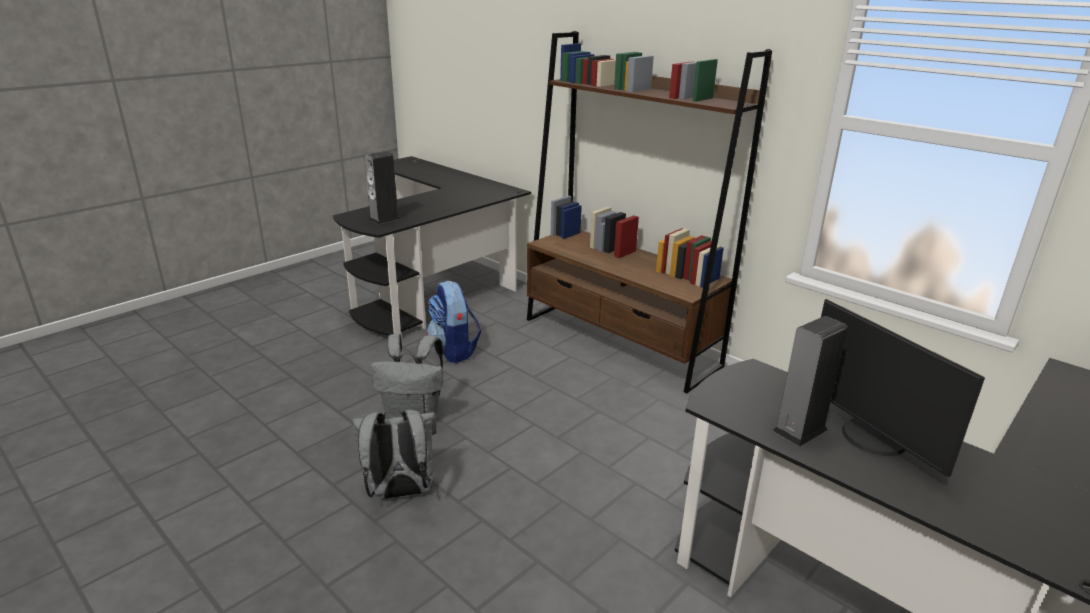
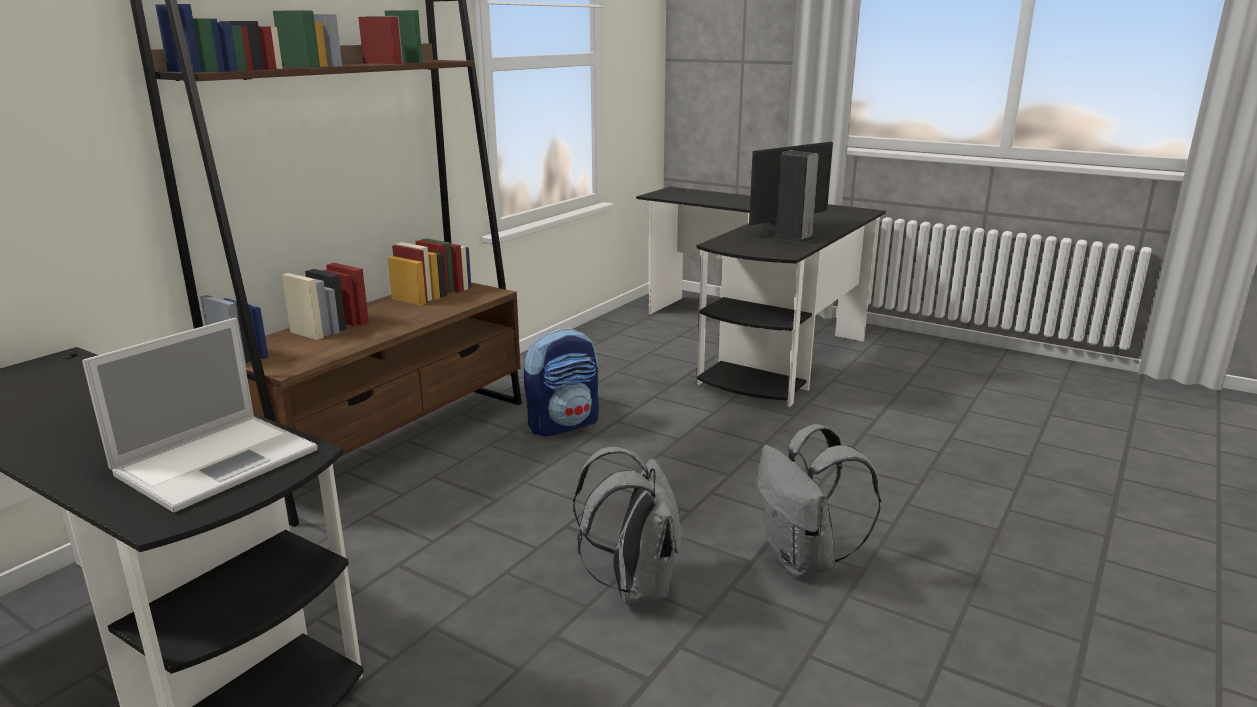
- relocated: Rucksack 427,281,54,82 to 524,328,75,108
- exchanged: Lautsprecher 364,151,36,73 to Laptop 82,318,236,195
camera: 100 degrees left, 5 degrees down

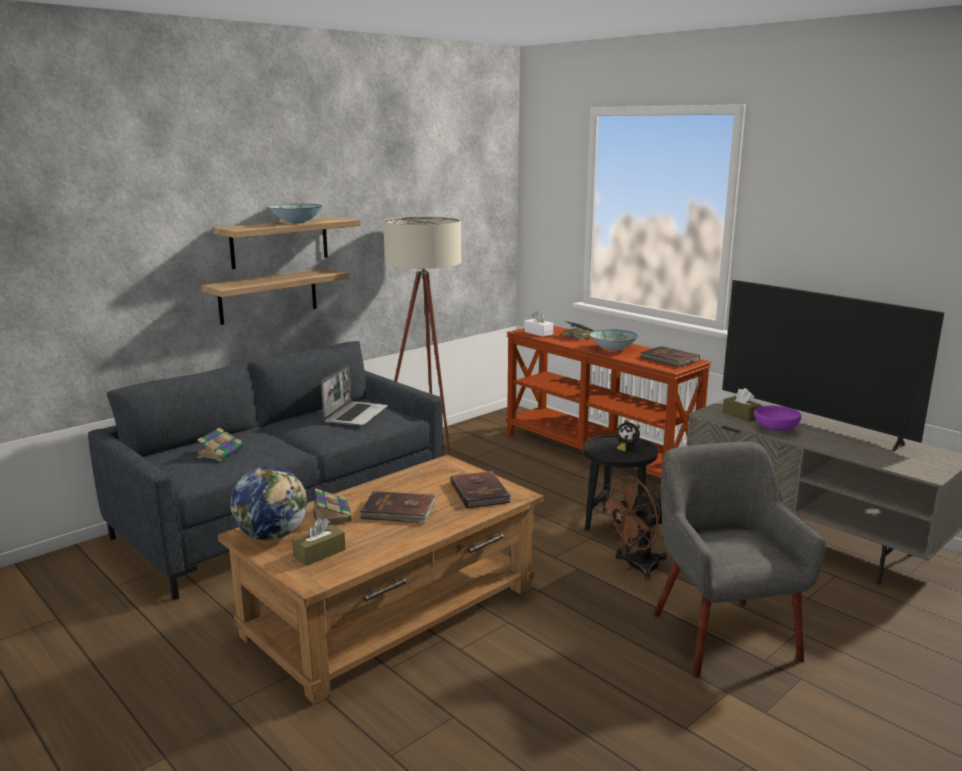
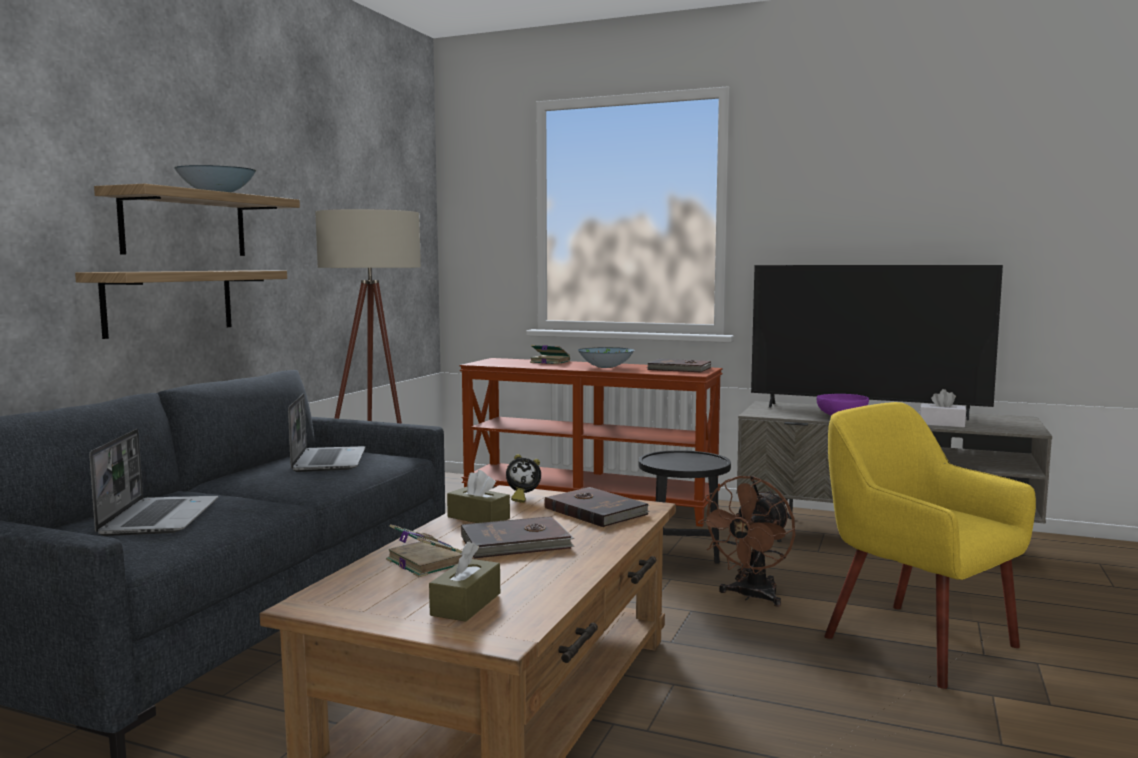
- missing: Globus 231,466,76,75
- relocated: Taschentuchbox (weiß) 524,311,29,26 to 920,389,46,38
- relocated: Wecker 616,420,24,32 to 506,454,35,49
- relocated: Taschentuchbox (braun) 723,388,39,34 to 447,470,63,53
- exchanged: Buch 197,428,46,33 to Laptop 89,429,129,107
- colour: Sessel (grau) 653,442,173,236 to Sessel (gelb) 824,402,212,287
camera: 25 degrees left, 10 degrees down

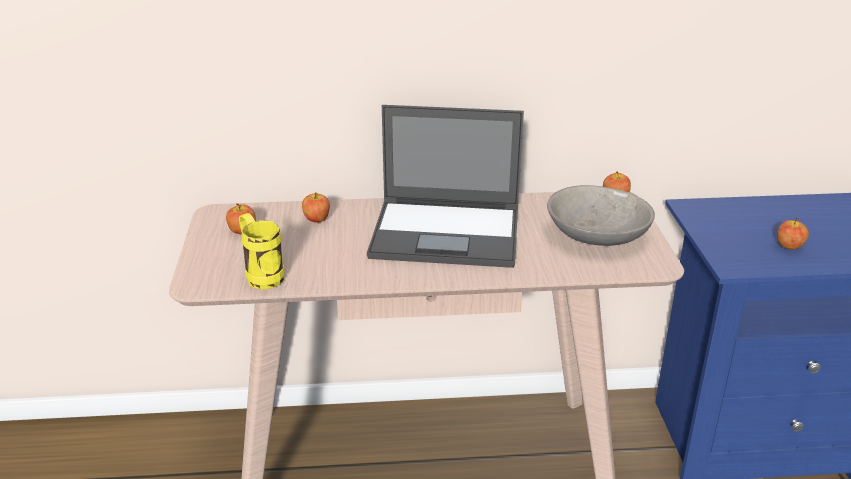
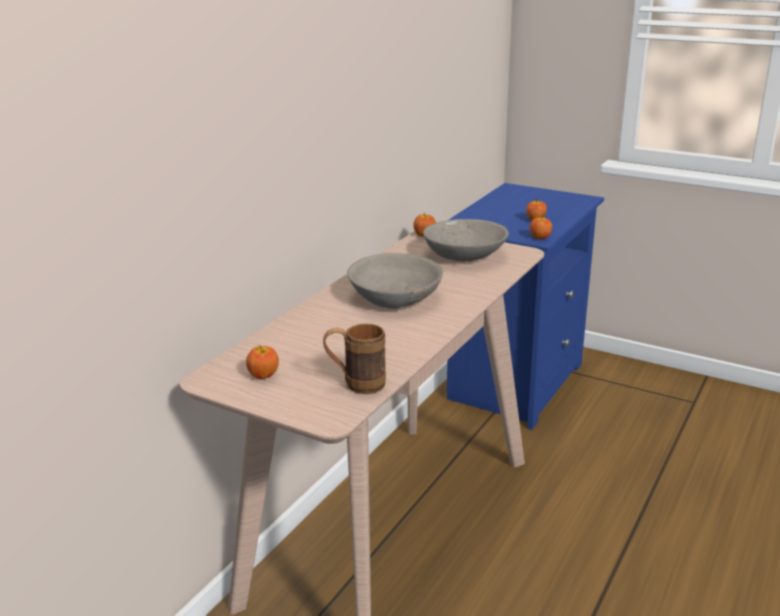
- relocated: Apfel 302,192,28,31 to 530,214,22,25
- exchanged: Laptop 367,105,157,163 to Schüssel (grau) 347,253,96,56
- colour: Henkelbecher (gelb) 239,213,45,76 to Henkelbecher (braun) 323,324,63,70
camera: 55 degrees left, 5 degrees down

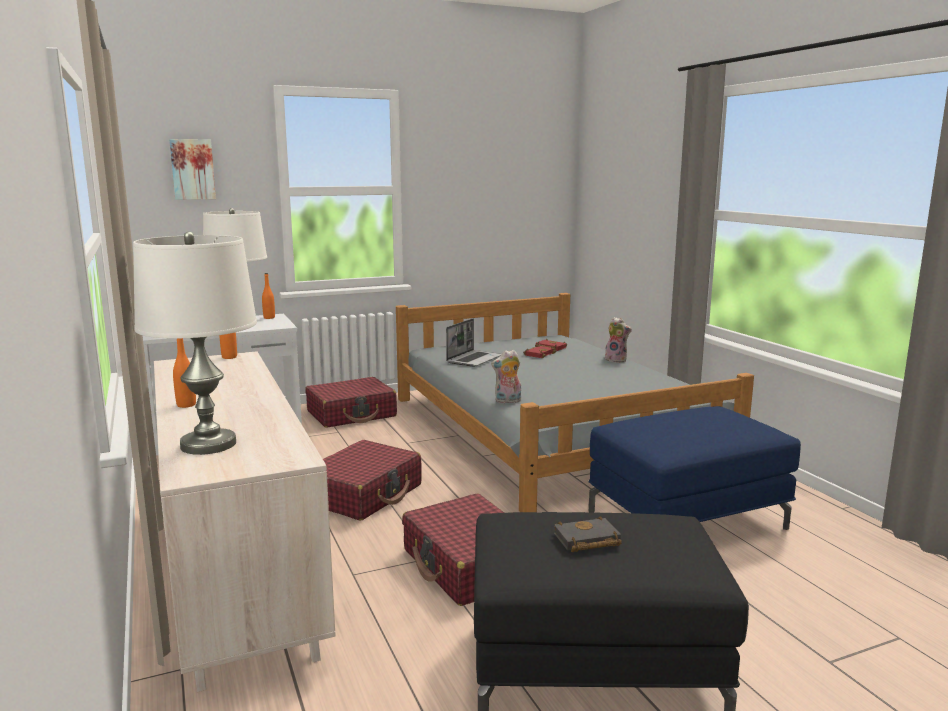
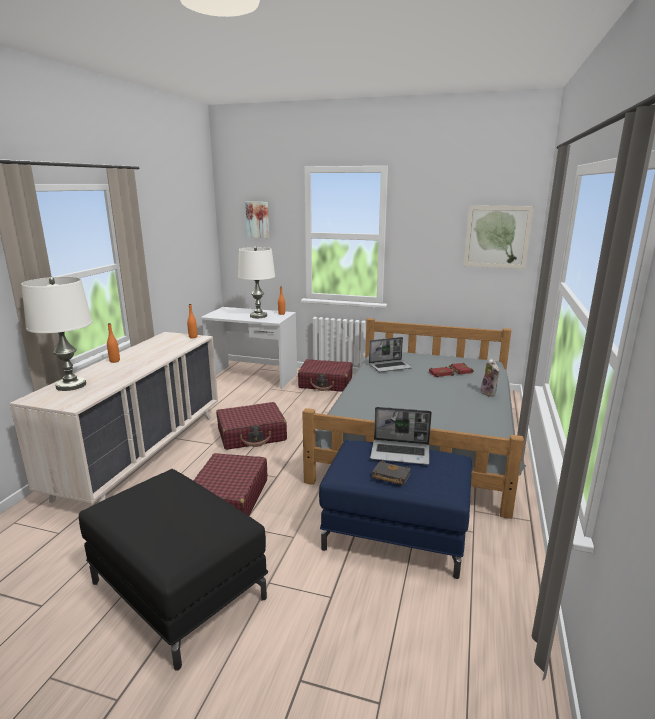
- missing: Plüschtier 491,350,30,53
- appeared: Laptop 370,407,62,58
- appeared: Bild 464,205,70,64
- relocated: Buch (schwarz) 554,516,68,36 to 372,461,39,24
camera: 40 degrees right, 5 degrees up

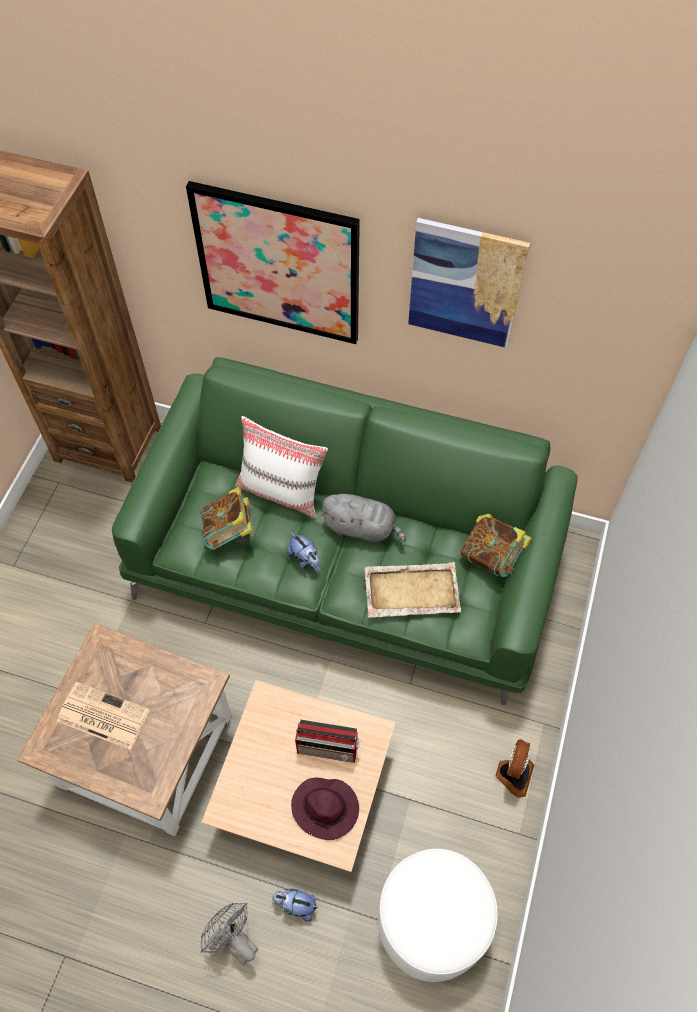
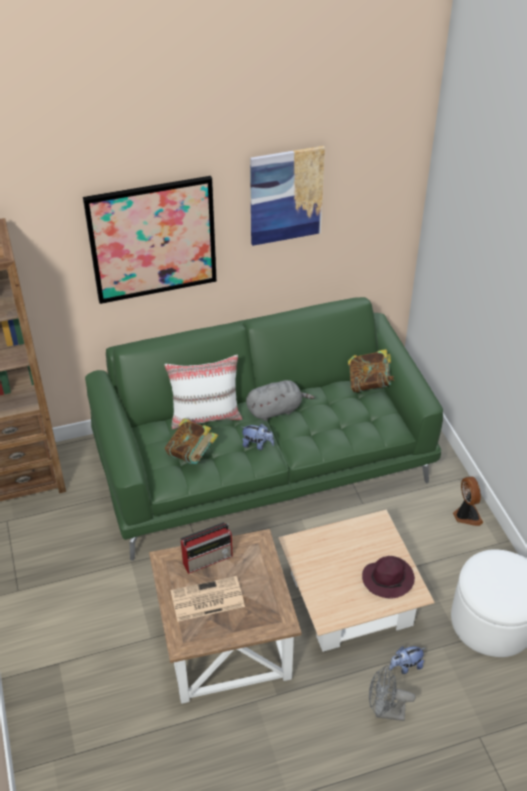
- missing: Tablett (beige) 364,562,97,56
- relocated: Radio 295,720,65,43 to 181,522,52,52
camera: 35 degrees left, 15 degrees down

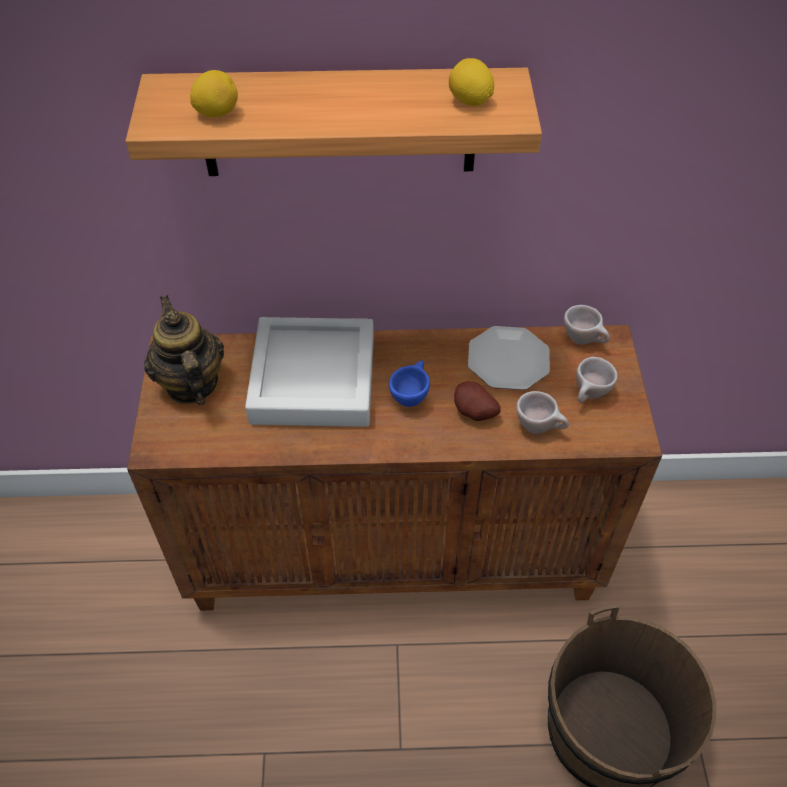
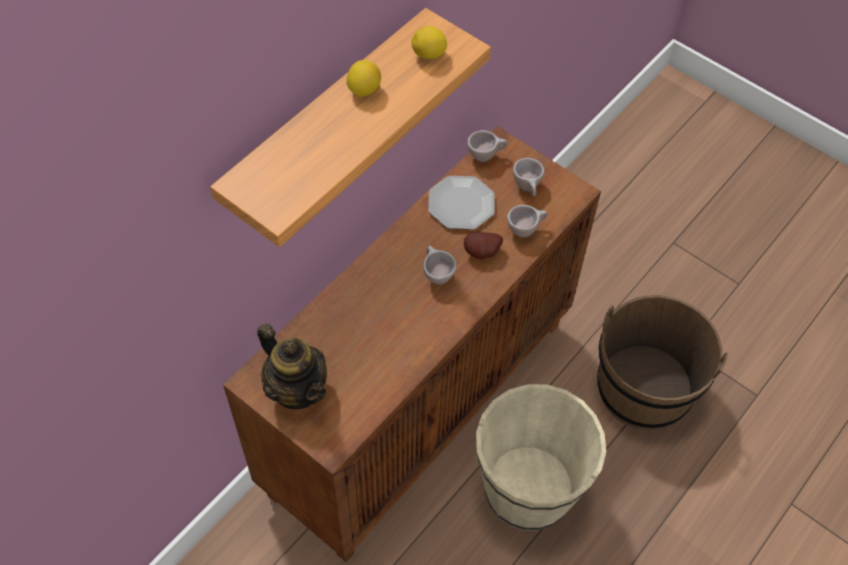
- missing: Tablett (grau) 245,317,129,110
- appeared: Eimer (beige) 476,384,130,146
- relocated: Zitrone 190,70,48,47 to 346,60,35,37
- colour: Tasse (blau) 389,361,41,46 to Tasse (beige) 423,246,34,38
- spun: Teekanne 144,295,80,111 = 257,323,70,86 150 degrees counterclockwise
camera: 50 degrees left, 5 degrees up

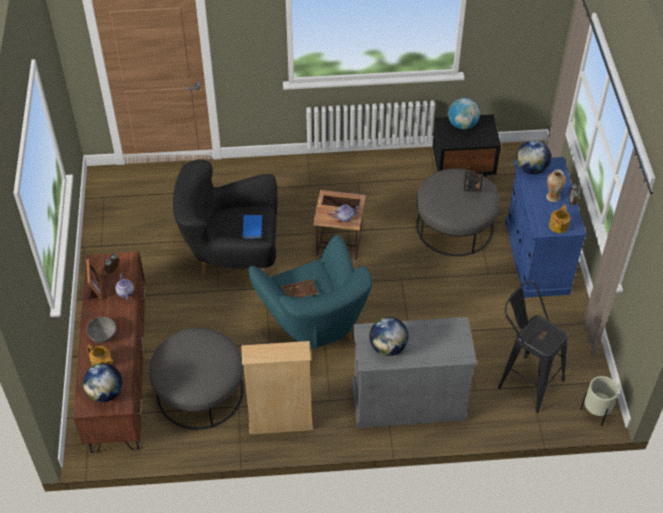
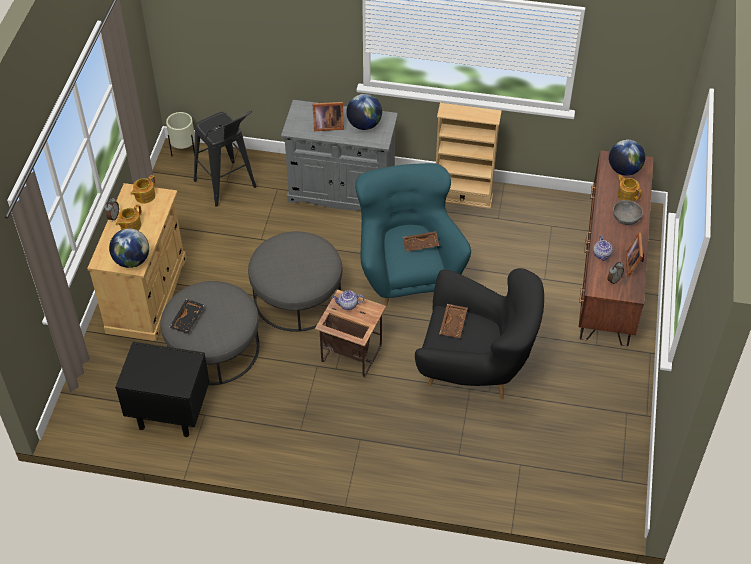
- missing: Globus 448,98,32,32
- appeared: Bilderrahmen 313,102,31,29
- relocated: Polsterhocker (grau) 149,328,95,102 to 248,231,94,101
- exchanged: Buch (blau) 243,215,19,24 to Tablett (braun) 439,304,29,34
- exchanged: Vase 546,169,20,33 to Teekanne 116,204,26,26
- colour: Schrank (blau) 505,157,81,141 to Schrank (beige) 87,183,100,158
camera: 165 degrees left, 0 degrees up

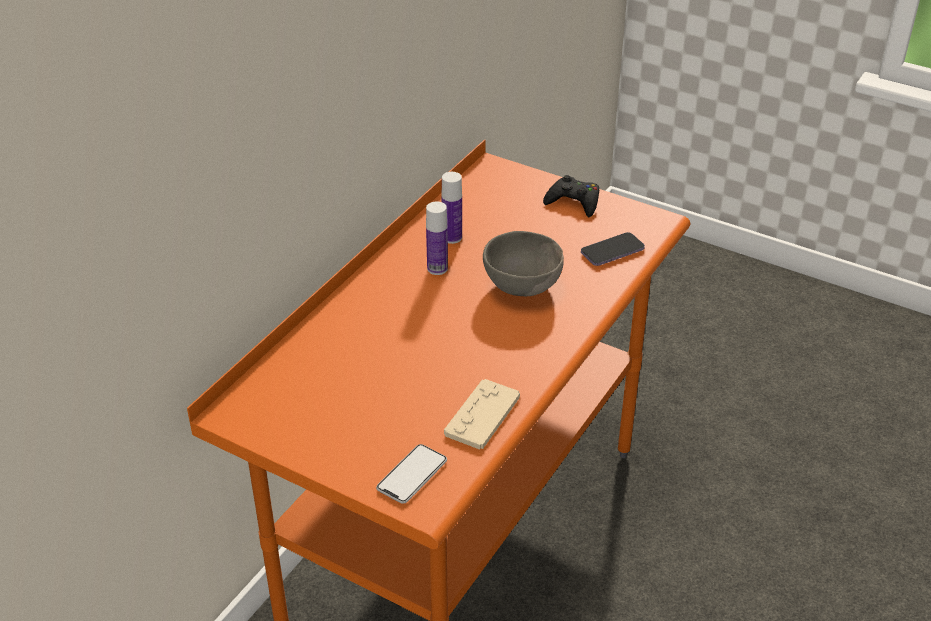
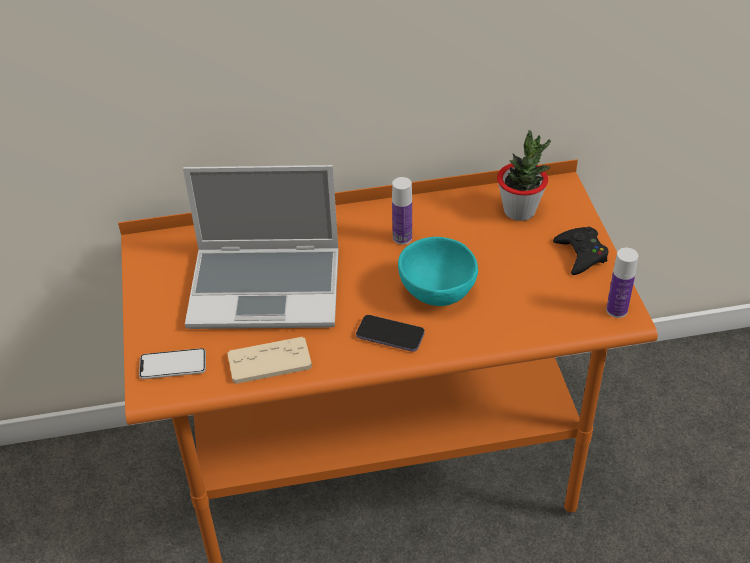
- appeared: Laptop 183,165,156,164
- appeared: Topfpflanze 497,130,54,91
- relocated: Flasche 442,172,20,72 to 606,248,32,70
- relocated: Handy 581,232,64,34 to 356,315,69,37
- colour: Schüssel (grau) 483,231,81,65 to Schüssel (türkis) 398,237,80,69
camera: 50 degrees right, 5 degrees up

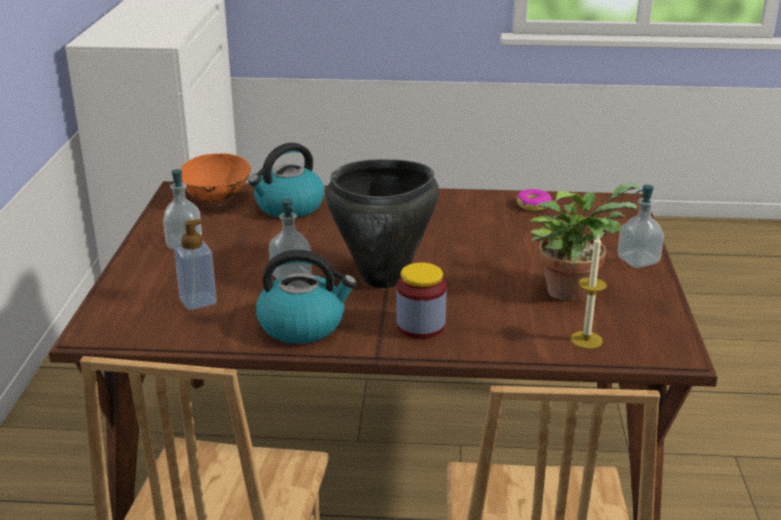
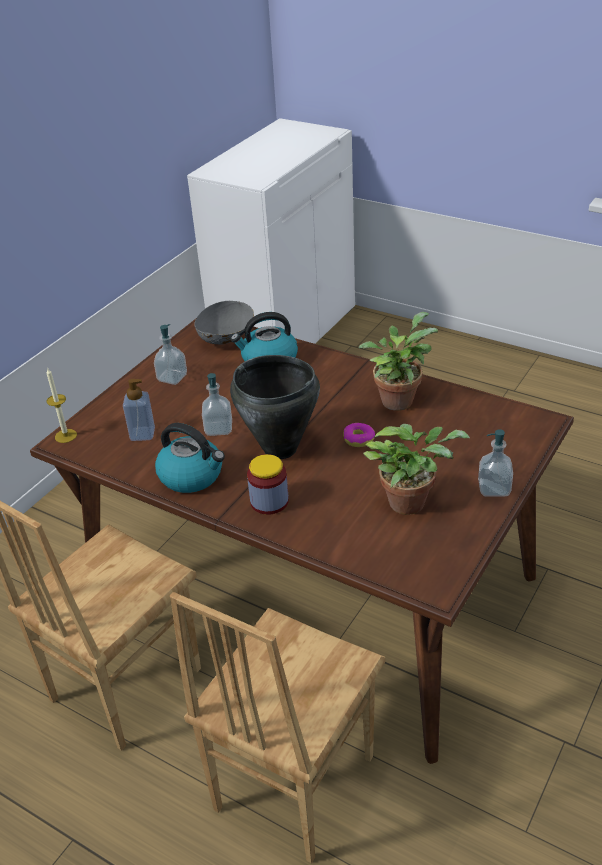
- appeared: Topfpflanze 359,312,79,99
- relocated: Donut 516,189,36,22 to 343,423,32,24
- relocated: Kerze 570,233,37,116 to 46,367,31,76
- colour: Schüssel (orange) 180,154,71,49 to Schüssel (grau) 194,301,60,44
camera: 30 degrees right, 10 degrees up

